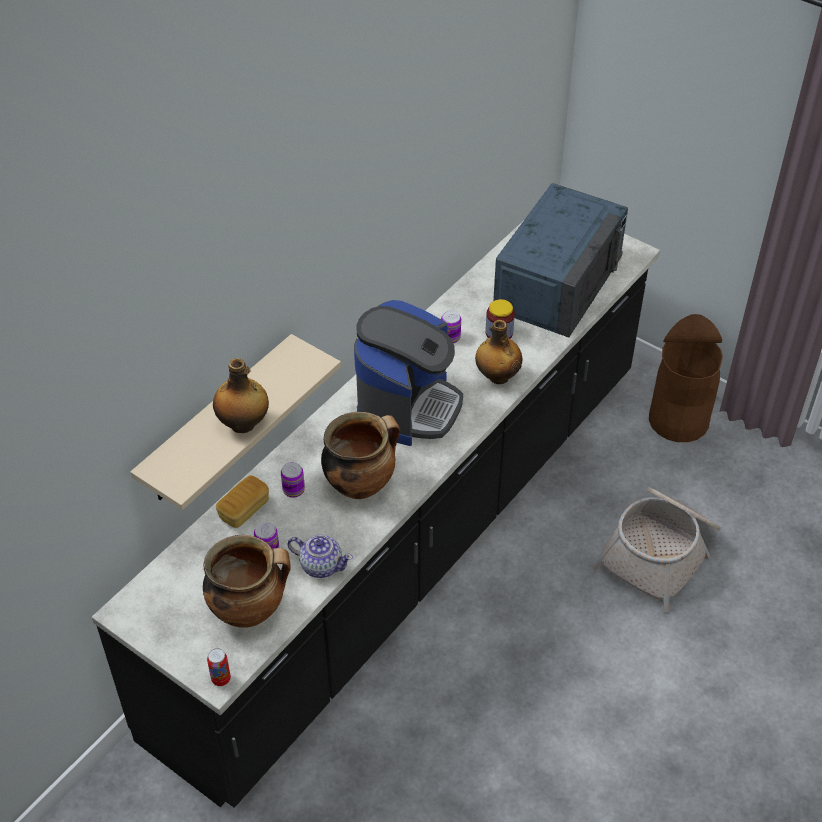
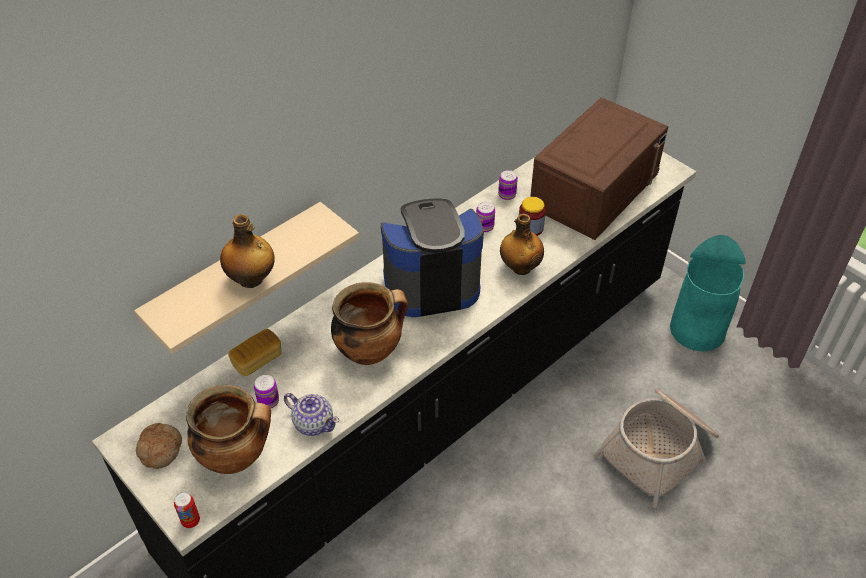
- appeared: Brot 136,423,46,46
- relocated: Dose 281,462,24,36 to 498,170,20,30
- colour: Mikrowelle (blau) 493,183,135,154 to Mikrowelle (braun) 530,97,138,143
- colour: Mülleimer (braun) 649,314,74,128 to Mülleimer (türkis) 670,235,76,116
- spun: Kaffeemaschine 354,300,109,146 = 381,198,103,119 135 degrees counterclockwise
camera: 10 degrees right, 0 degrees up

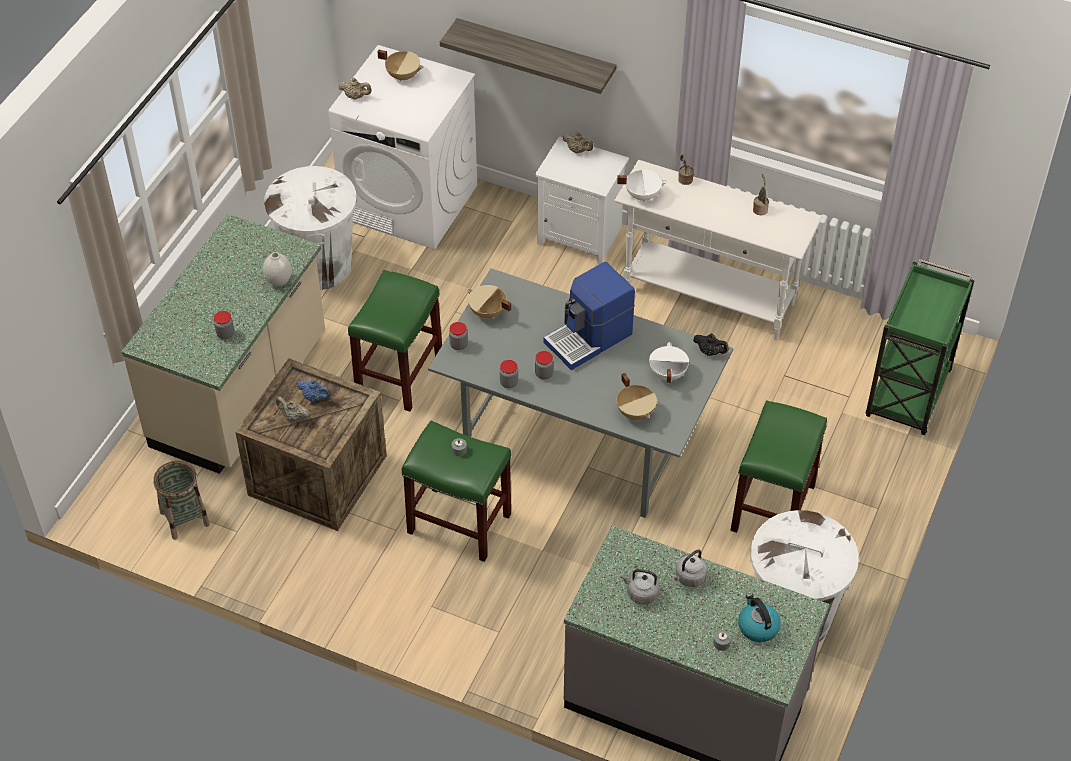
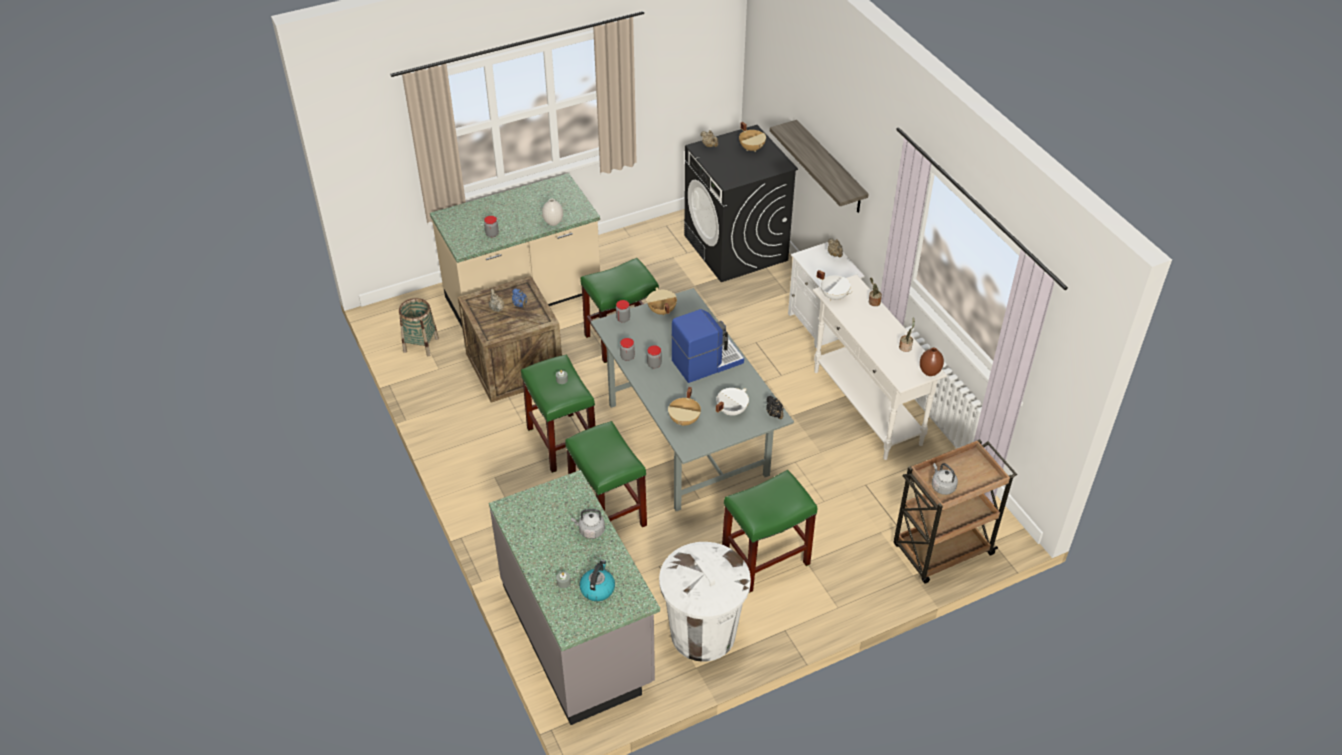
- missing: Mülleimer (weiß) 264,166,93,124
- appeared: Hocker (grün) 565,421,82,106
- appeared: Vase (braun) 920,348,24,28
- relocated: Wasserkessel (grau) 620,569,40,36 to 932,463,26,32
- colour: Waschmaschine (weiß) 328,45,149,204 to Waschmaschine (schwarz) 684,125,114,157
- colour: Rollwagen (grün) 866,259,109,176 to Rollwagen (braun) 894,439,123,145
- spun: Kaffeemaschine 543,262,92,108 = 671,309,73,74 150 degrees clockwise
camera: 40 degrees right, 5 degrees down

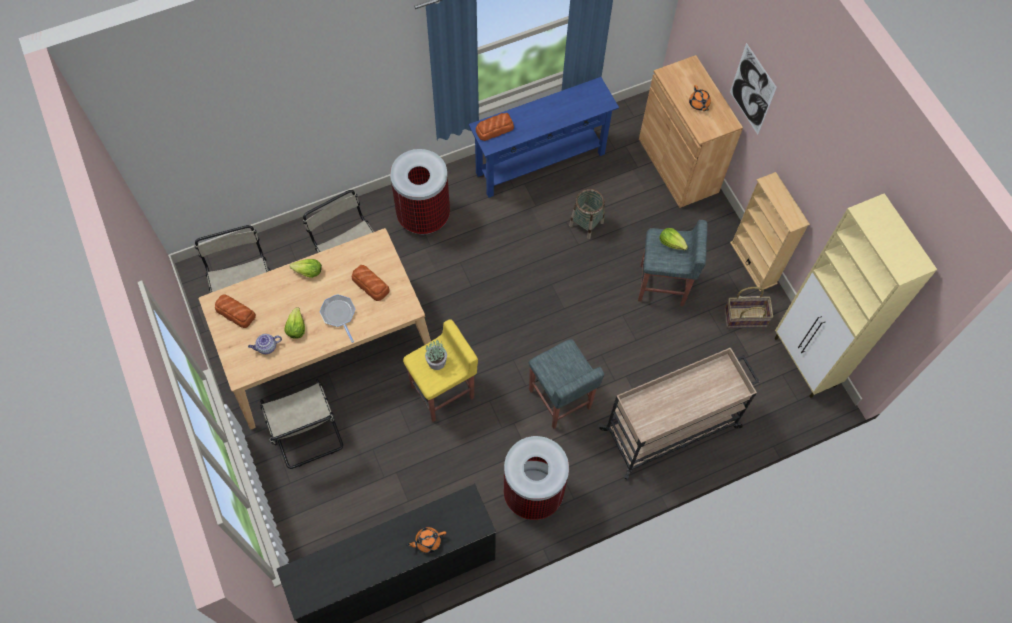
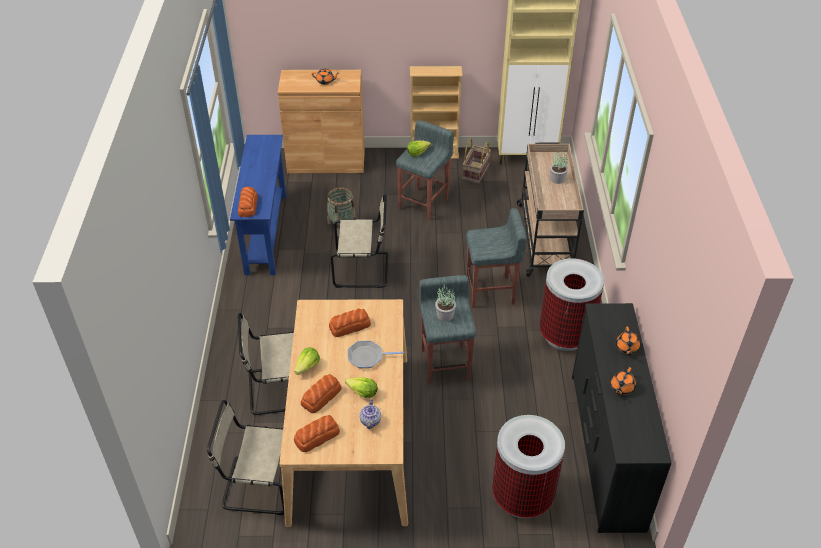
- missing: Bild 730,43,47,91
- appeared: Brot 301,374,40,39
- appeared: Topfpflanze 550,150,18,34
- appeared: Teekanne (orange) 611,367,25,28
- relocated: Stuhl (beige) 260,378,83,91 to 331,194,57,94
- relocated: Mülleimer 390,149,60,85 to 492,415,73,103
- colour: Hocker (gelb) 403,319,75,103 to Hocker (grau) 419,275,57,109
camera: 65 degrees left, 20 degrees down

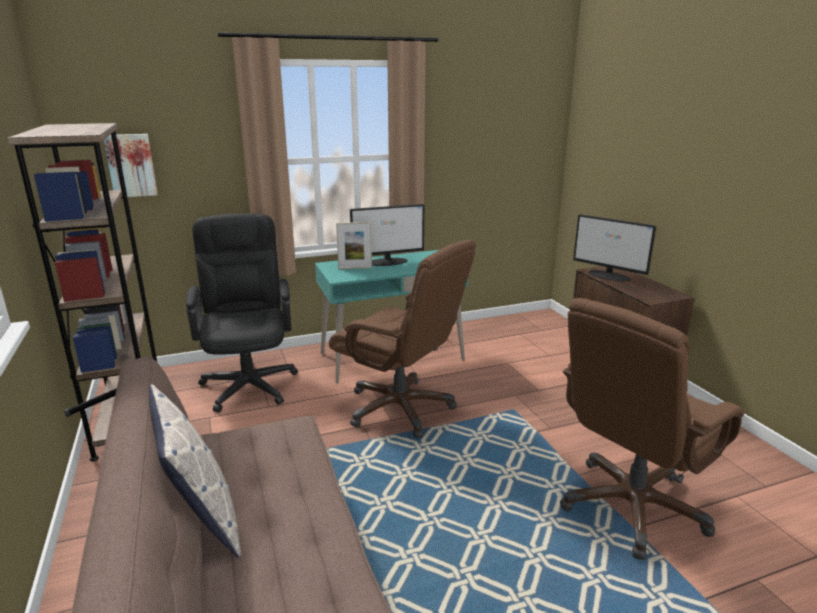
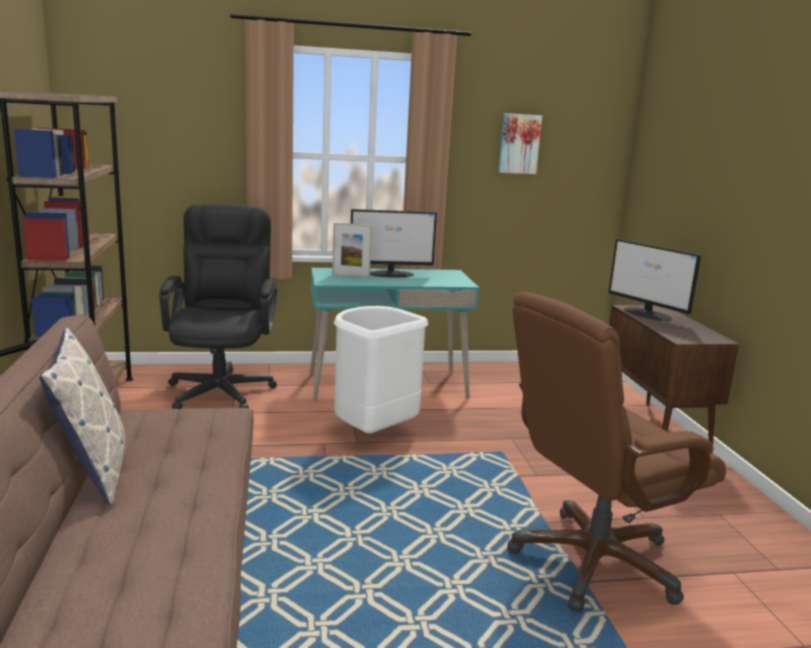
- relocated: Bild 104,134,54,63 to 499,113,43,61
- exchanged: Bürostuhl (braun) 329,239,147,199 to Mülleimer (weiß) 334,306,94,128
camera: 10 degrees right, 5 degrees down

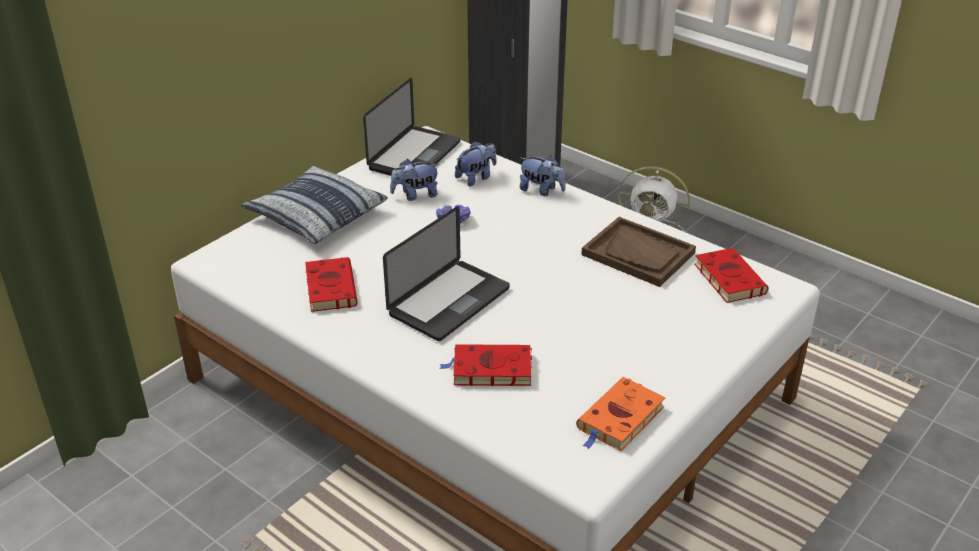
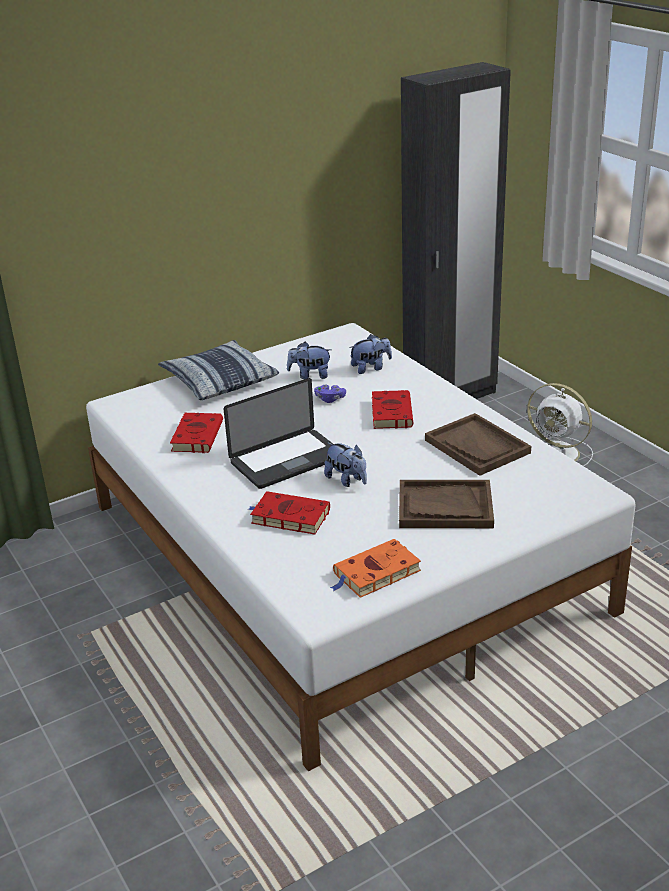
- missing: Laptop 363,78,97,98
- appeared: Tablett (braun) 399,480,95,48
- relocated: Plüschtier 520,155,46,41 to 324,443,43,44
- relocated: Buch (rot) 694,248,75,55 to 372,390,41,39
camera: 20 degrees right, 5 degrees down

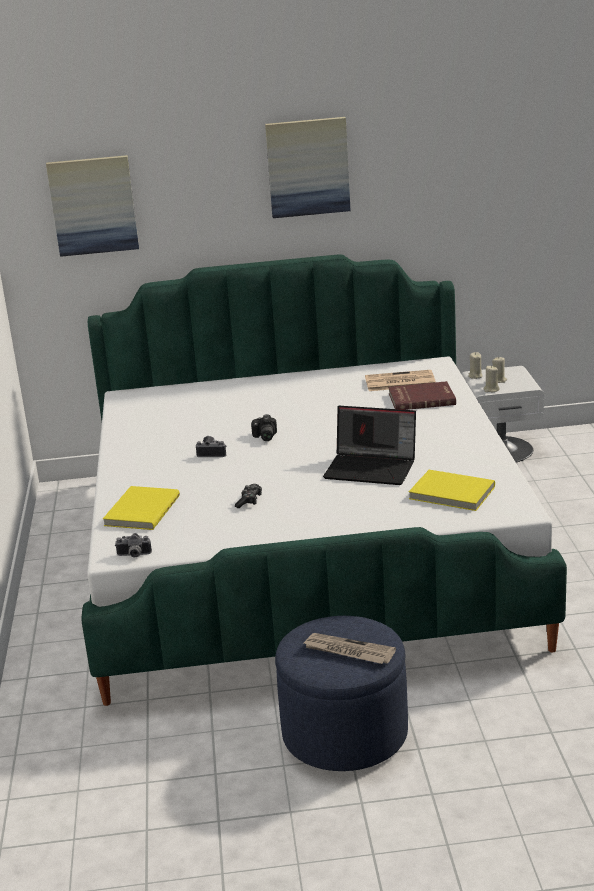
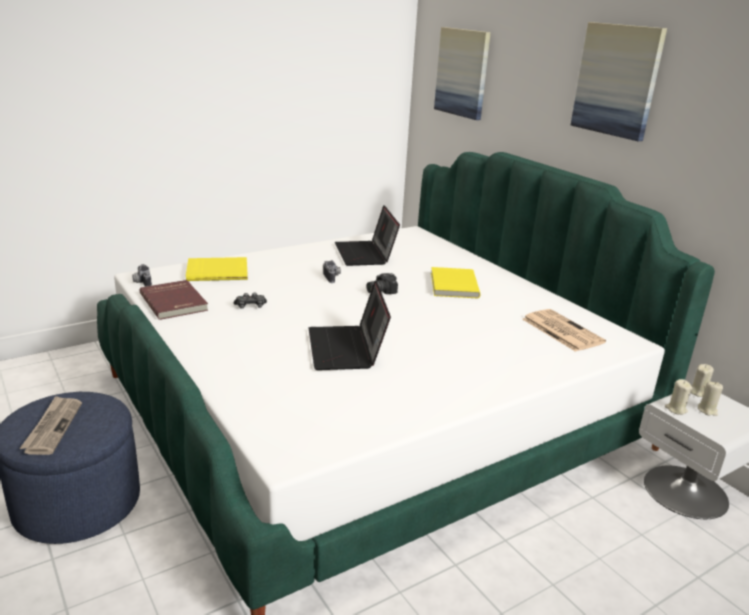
- appeared: Laptop 335,205,65,61
- relocated: Buch (rot) 388,381,68,29 to 139,280,69,40
- relocated: Buch (gelb) 409,470,86,41 to 431,267,49,32
camera: 60 degrees right, 0 degrees up

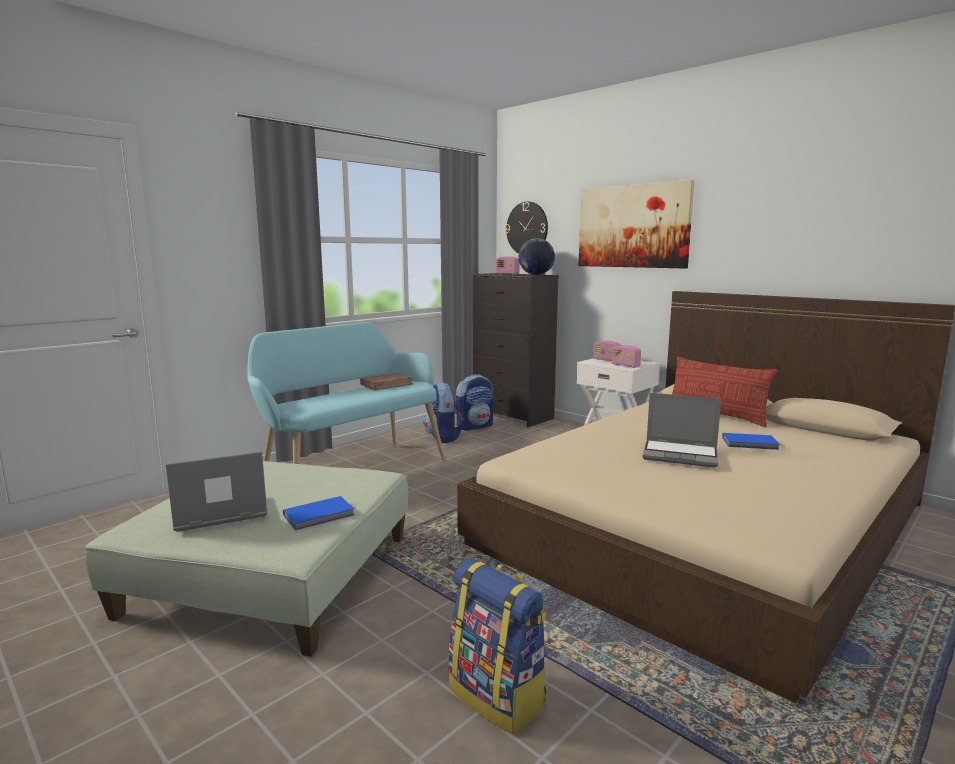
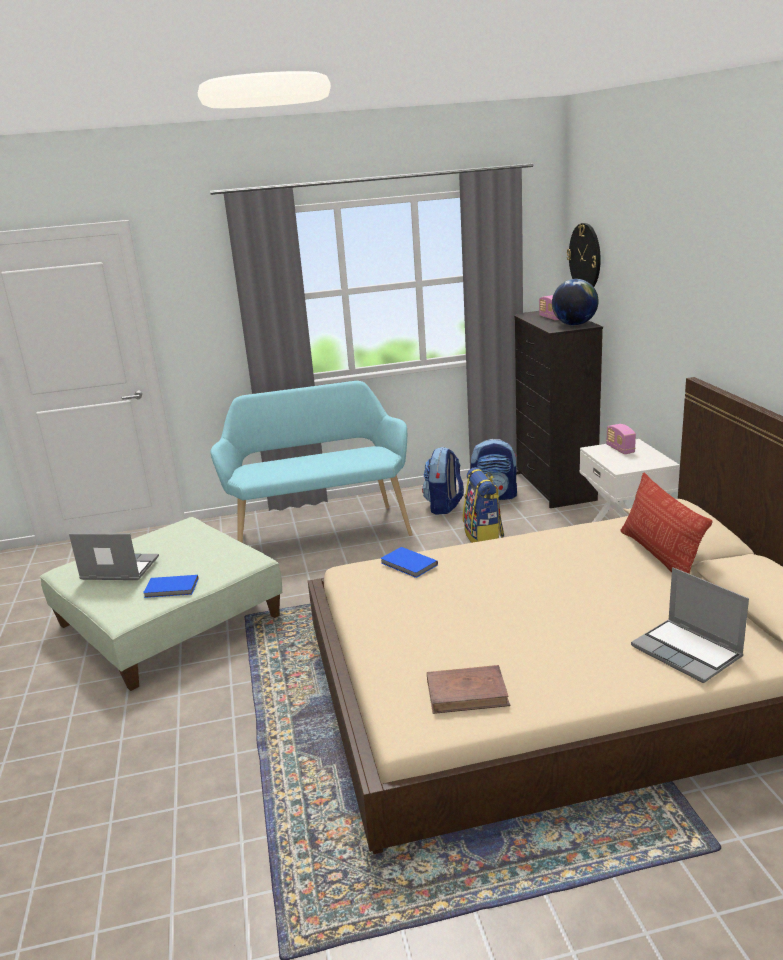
- missing: Bild 578,180,117,89
- missing: Radio 612,345,29,23
- relocated: Buch (braun) 360,373,54,17 to 427,665,83,49
- relocated: Rucksack 448,558,99,177 to 463,467,41,76
- relocated: Laptop 642,393,79,75 to 631,567,118,116
- relocated: Buch (blau) 722,433,58,17 to 380,547,58,31
camera: 35 degrees right, 10 degrees up

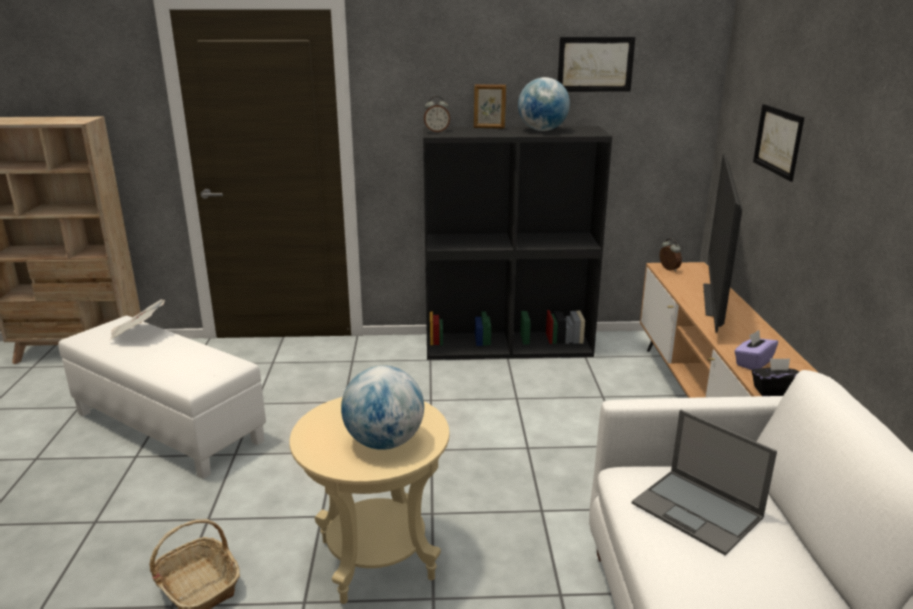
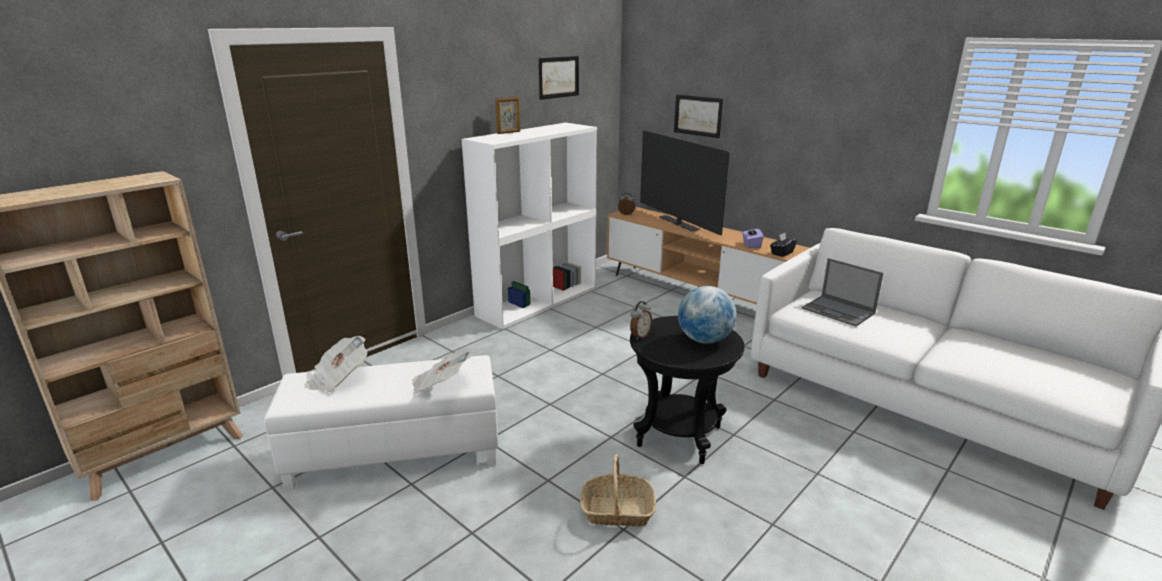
- missing: Globus 518,77,52,54
- appeared: Zeitung 412,348,59,46
- relocated: Wecker 424,96,26,36 to 630,301,22,39
- colour: Beistelltisch (beige) 289,397,161,207 to Beistelltisch (schwarz) 630,316,115,148
- colour: Bücherregal (schwarz) 423,126,189,234 to Bücherregal (weiß) 462,123,135,206
- spun: Laptop 632,410,145,145 = 802,258,81,68 45 degrees clockwise
camera: 45 degrees left, 0 degrees up

